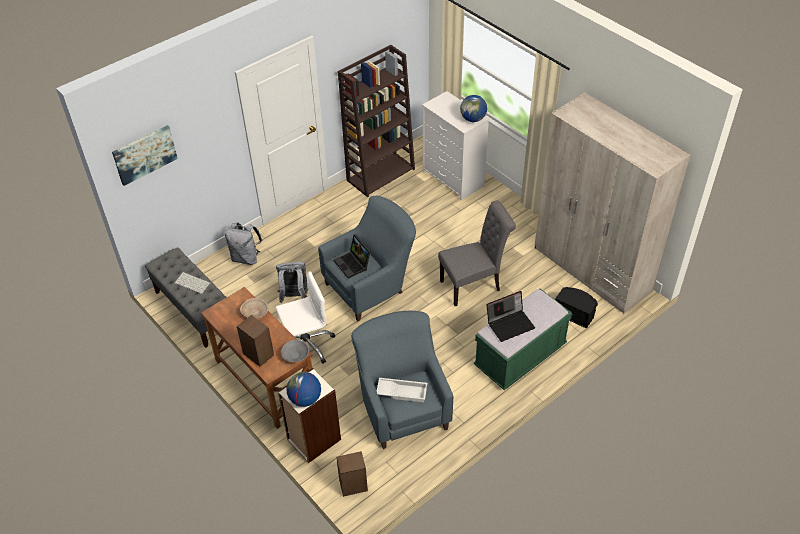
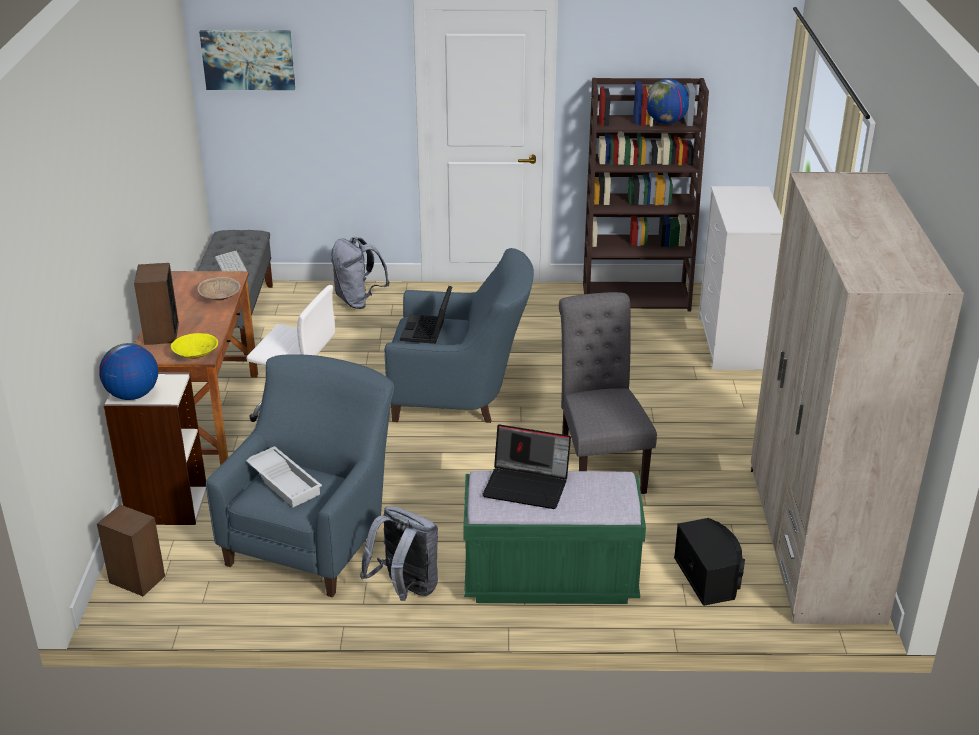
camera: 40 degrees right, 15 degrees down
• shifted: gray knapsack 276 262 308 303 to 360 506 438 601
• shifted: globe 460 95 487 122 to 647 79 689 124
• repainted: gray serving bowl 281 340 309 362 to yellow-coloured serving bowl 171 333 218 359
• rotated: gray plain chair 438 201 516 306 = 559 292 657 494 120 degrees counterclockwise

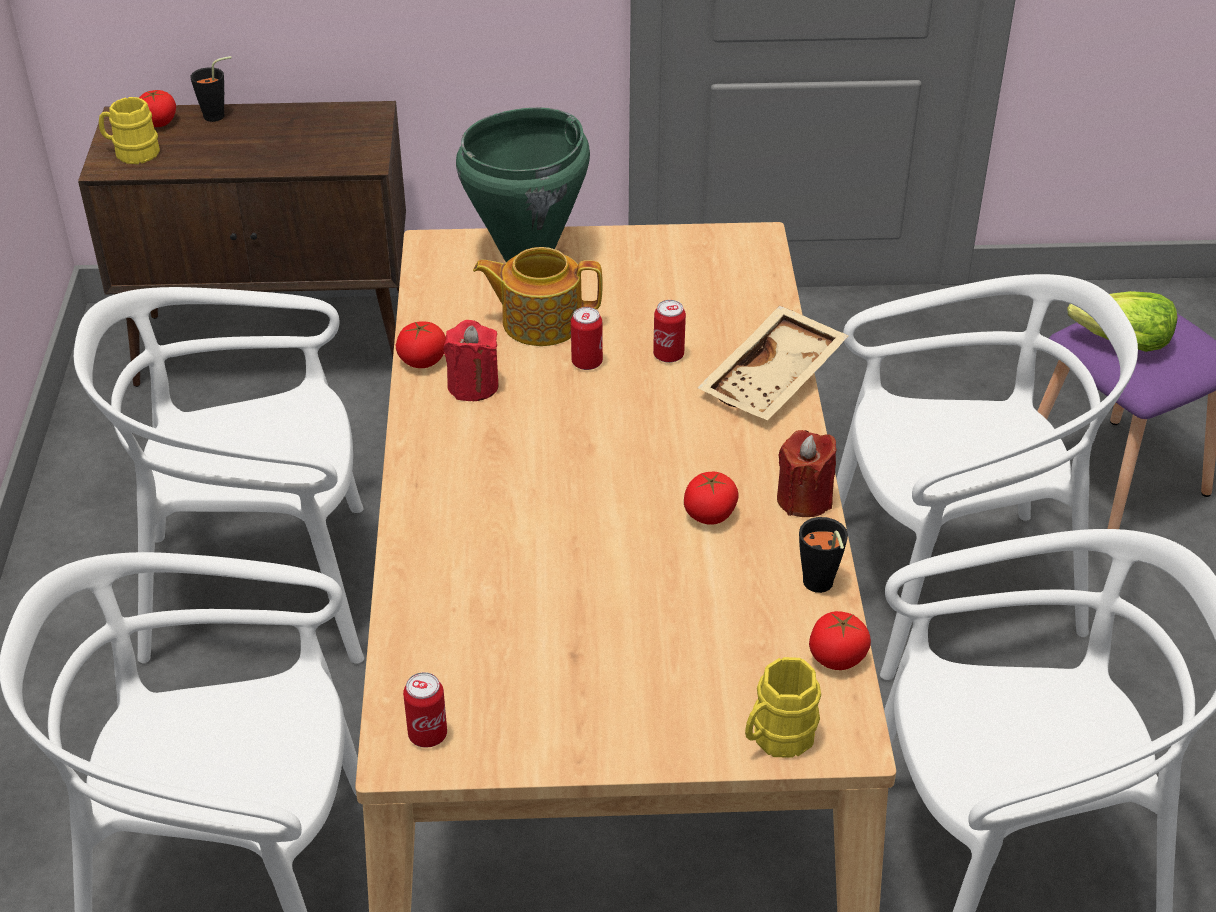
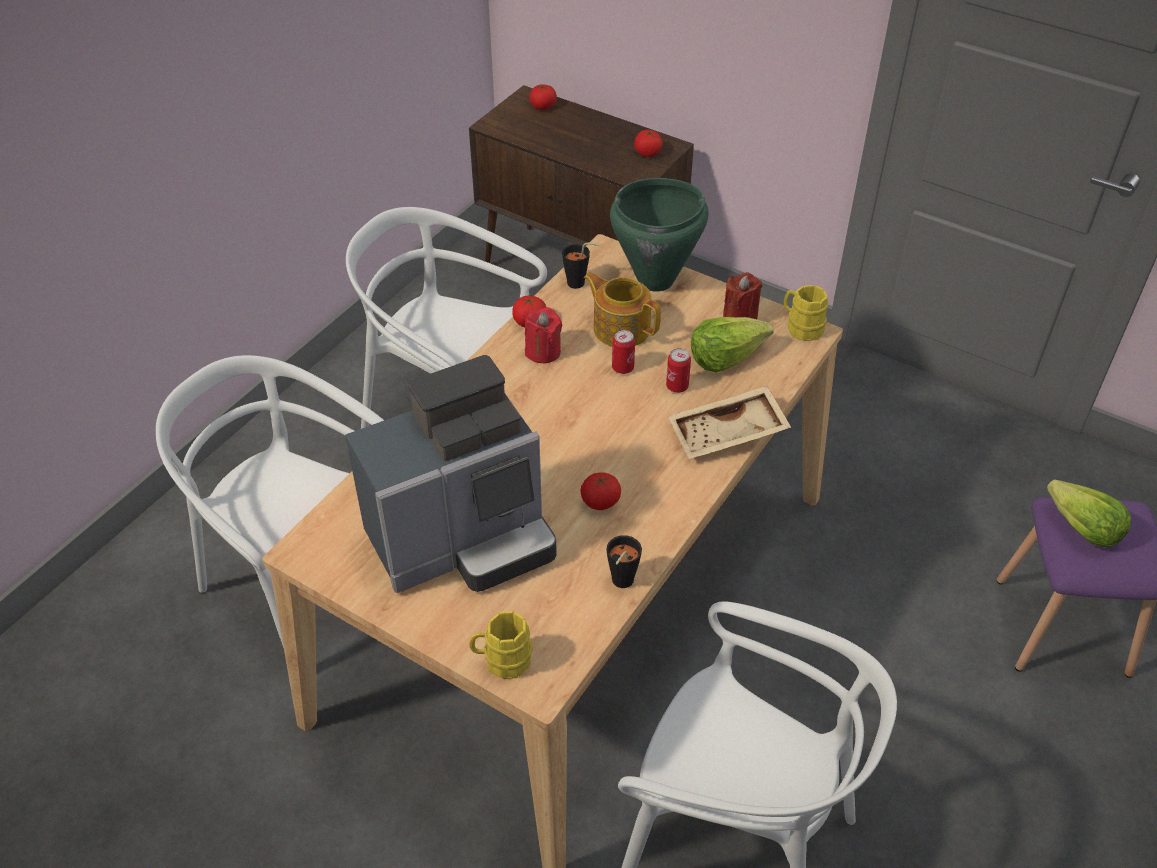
camera: 35 degrees right, 5 degrees up
• gone: sealed can 403 672 447 748
• gone: white plain chair 836 274 1138 680
• new: coffee maker 345 355 557 593
• new: lettuce 691 317 774 372
• shifted: yellow-coloured coffee mug 99 97 160 164 to 784 285 828 341
• shifted: black-coloured drinking cup 190 56 232 122 to 562 243 600 289
• shifted: red-coloured candle 777 430 836 517 to 723 272 762 319
• shifted: tomato 809 611 871 670 to 634 129 663 157

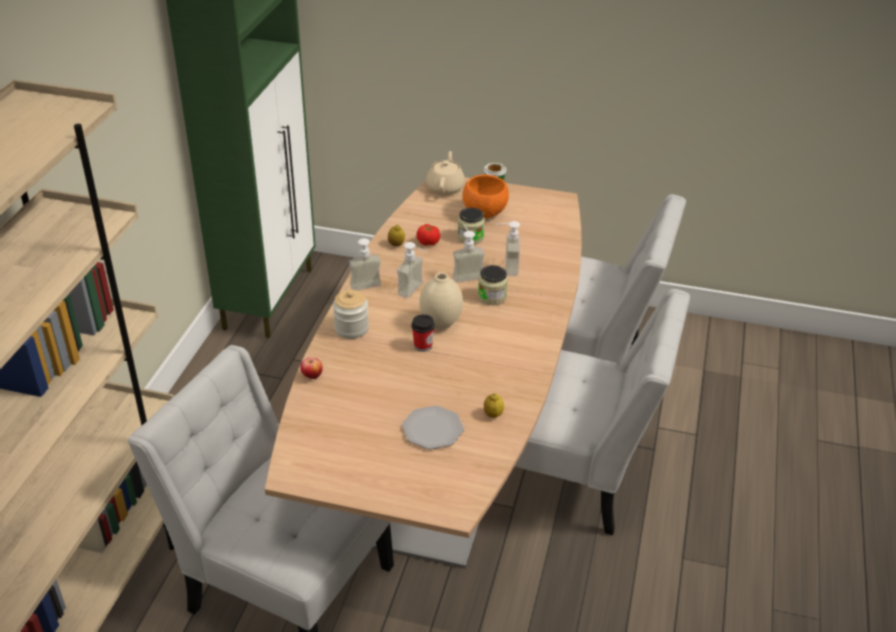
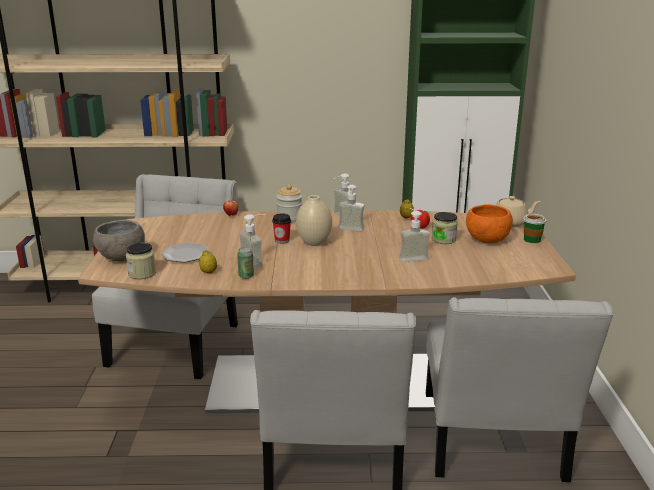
camera: 75 degrees right, 15 degrees down
• new: gray serving bowl 93 220 145 262
• new: sealed can 237 247 254 279
• shifted: soap dispenser 453 224 485 283 to 239 214 266 269
• shifted: jar 478 265 508 305 to 126 243 156 279

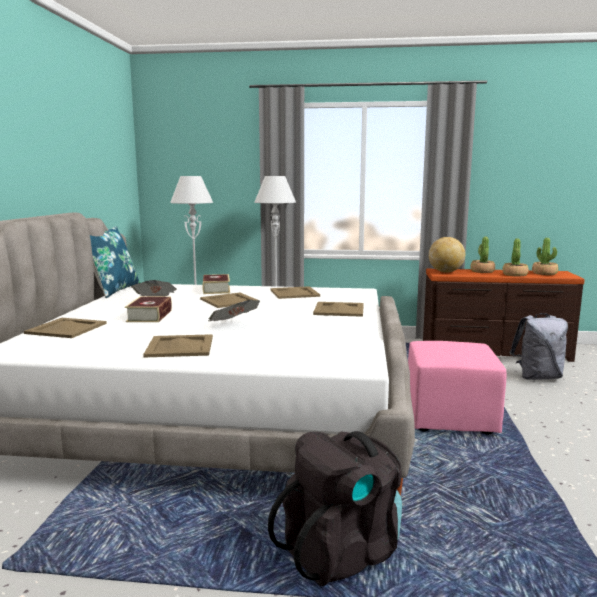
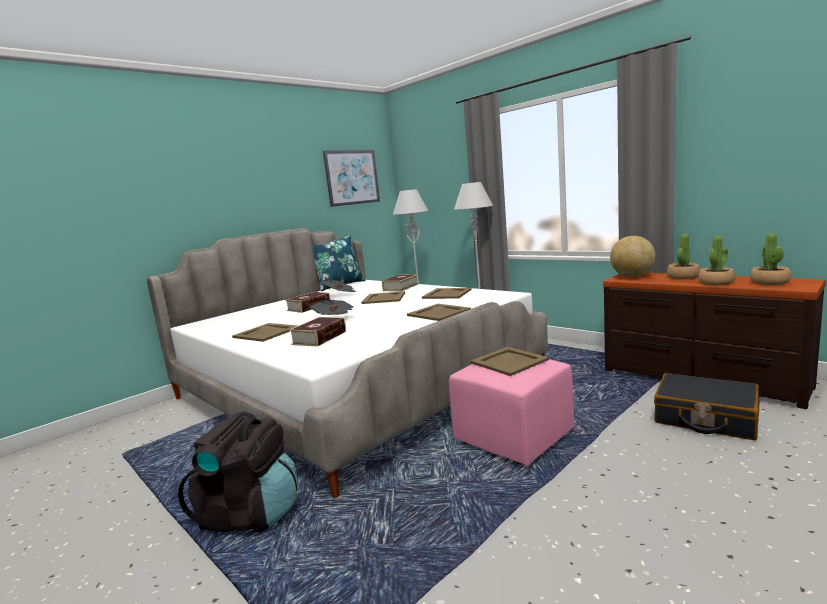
camera: 40 degrees right, 0 degrees up
• new: volume 289 317 346 347
• new: wall picture 323 150 380 207
• shifted: beige carrying tray 24 318 107 338 to 470 347 549 376
• swapped: gray knapsack 510 313 568 380 to black-coloured suitcase 654 373 759 440

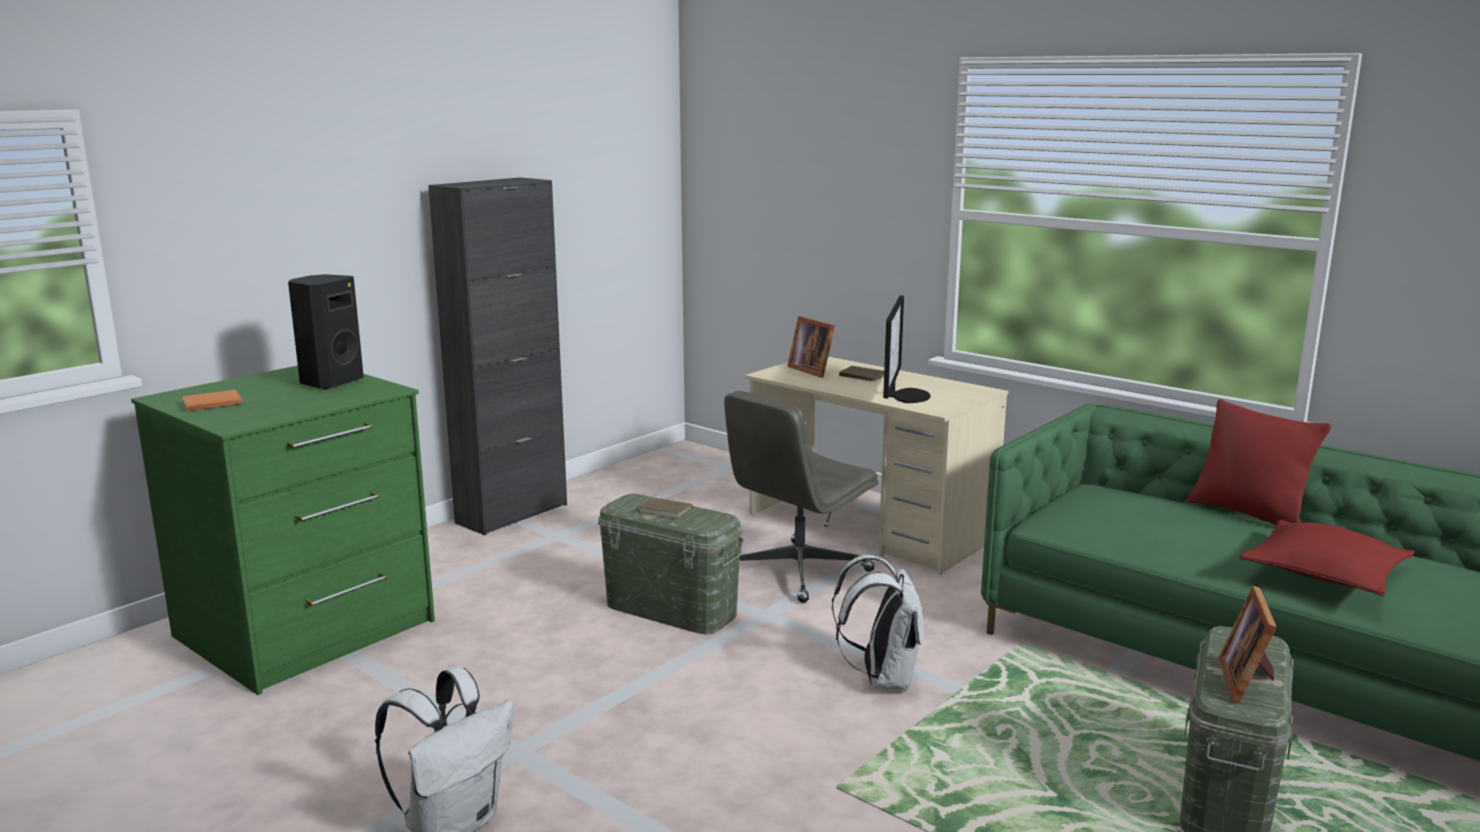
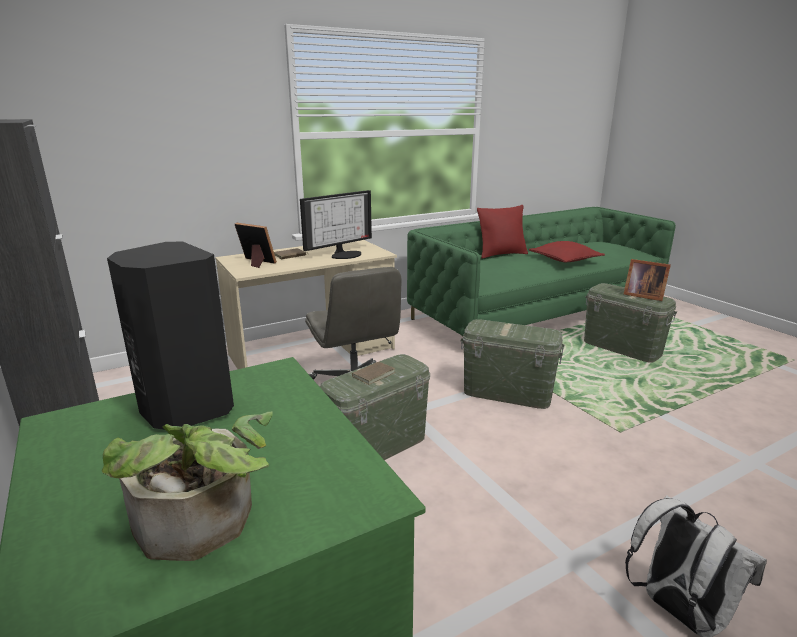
camera: 70 degrees left, 5 degrees up
• swapped: orangey volume 182 390 244 411 to plant in a pot 102 412 272 561
• swapped: white knapsack 832 555 924 691 to green-coloured storage box 461 319 565 409
• rotated: picture frame 787 316 835 378 = 235 223 277 268 135 degrees counterclockwise
• rotated: computer screen 883 296 931 403 = 300 190 372 259 105 degrees clockwise

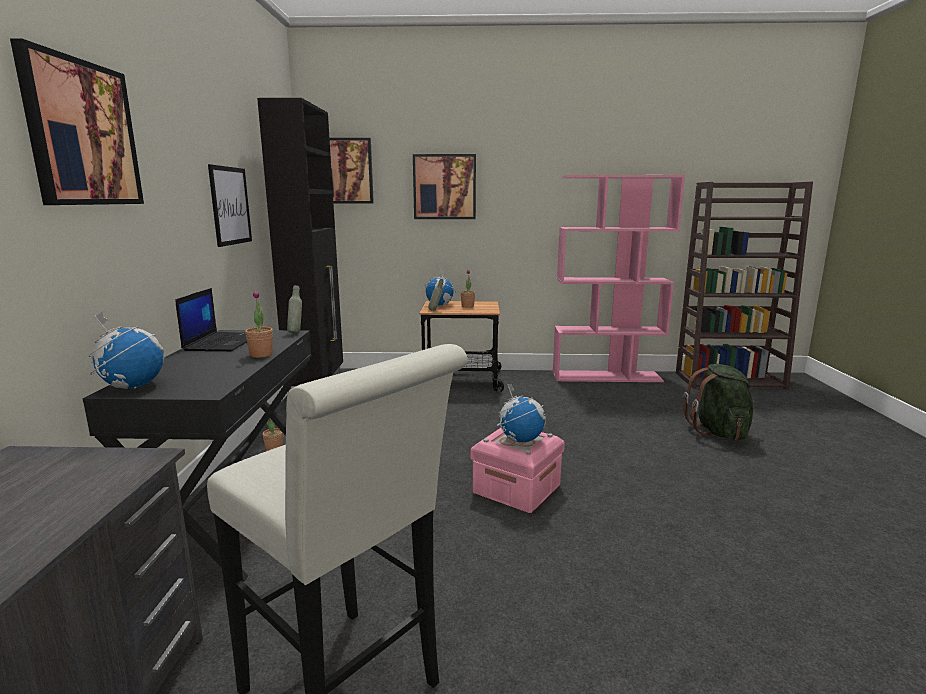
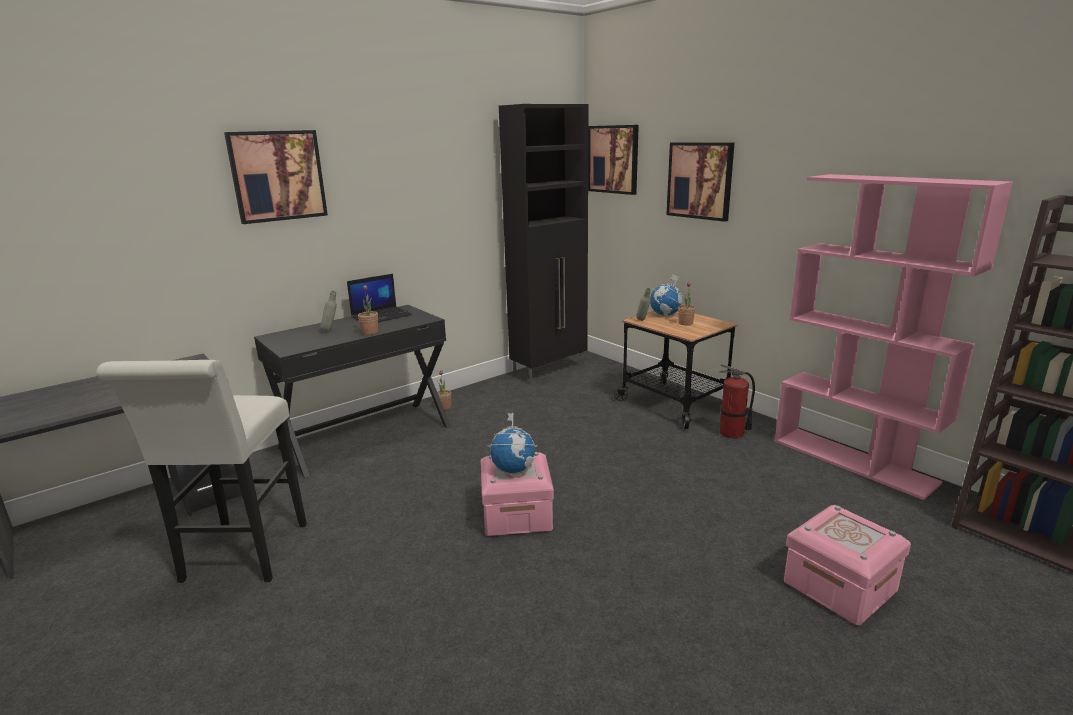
camera: 50 degrees right, 5 degrees up
• gone: globe 89 312 164 389
• gone: wall picture 208 164 252 247
• new: extinguisher 719 364 755 439
• shifted: gray bottle 287 285 302 333 to 320 291 337 331
• swapped: green-coloured knapsack 683 364 755 440 to pink storage box 784 505 911 625

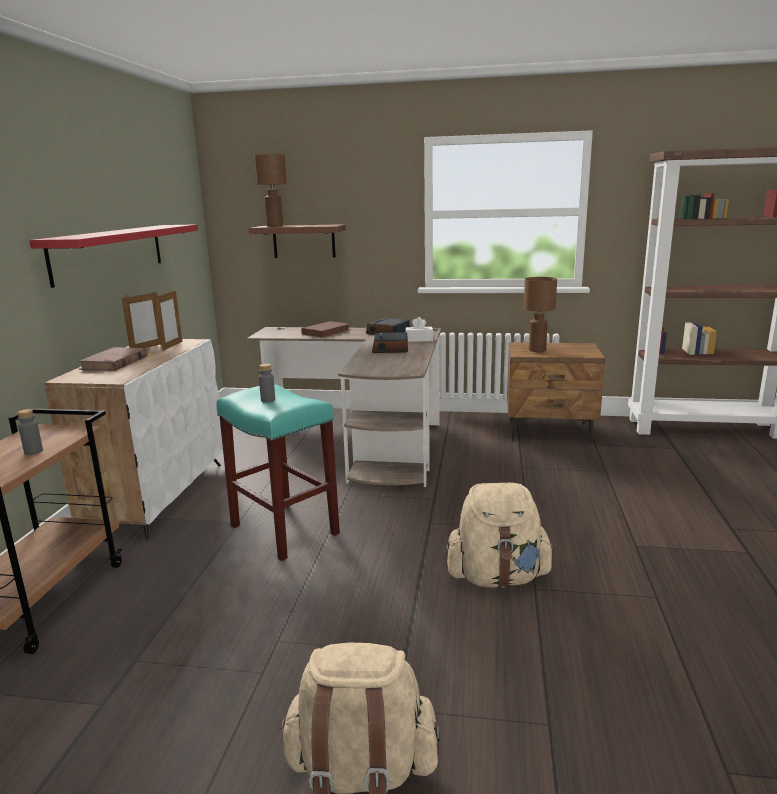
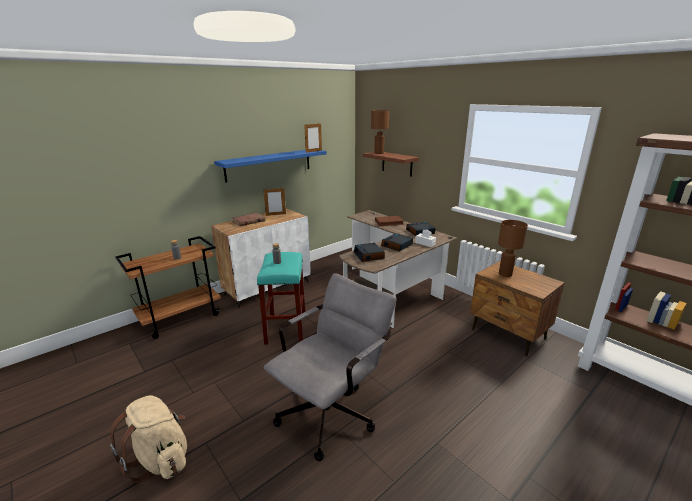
camera: 40 degrees right, 5 degrees up
• new: bedside clock 354 243 385 262
• shifted: picture frame 155 291 182 351 to 304 124 322 153
• swapped: beige knapsack 445 483 555 588 to gray computer chair 264 273 397 461
• repainted: red-coloured wall shelf 29 224 198 288 to blue-coloured wall shelf 214 150 327 183

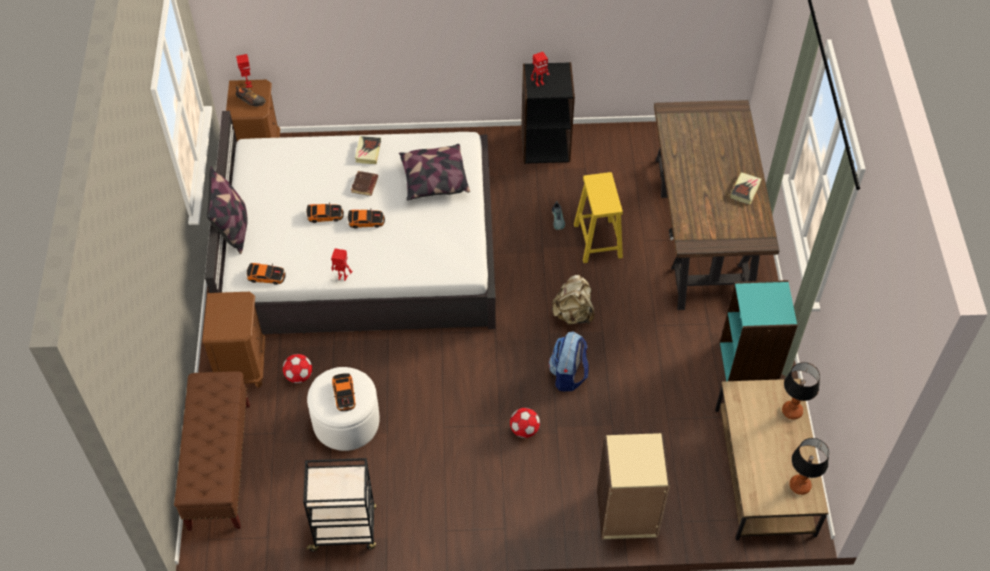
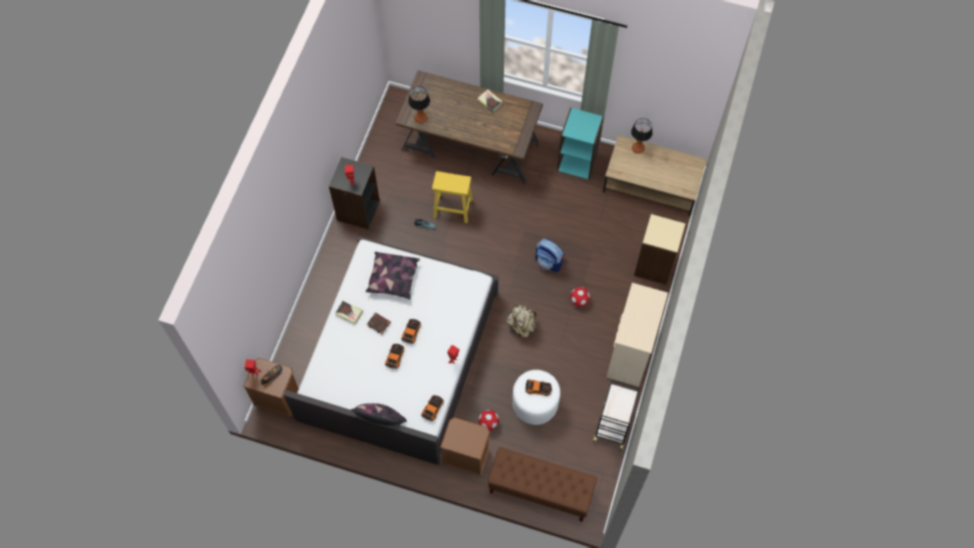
camera: 70 degrees left, 10 degrees up
• new: beige drawer chest 607 283 668 387
• shifted: beige knapsack 552 274 594 325 to 506 305 536 337
• shifted: tabletop lamp 789 438 829 495 to 408 86 430 123

